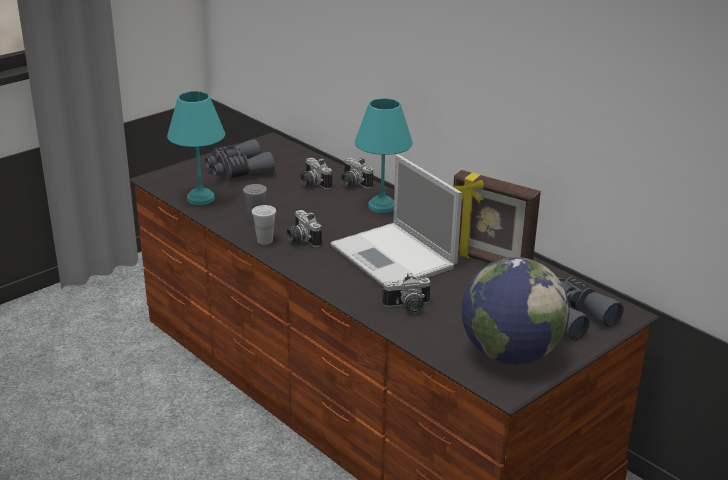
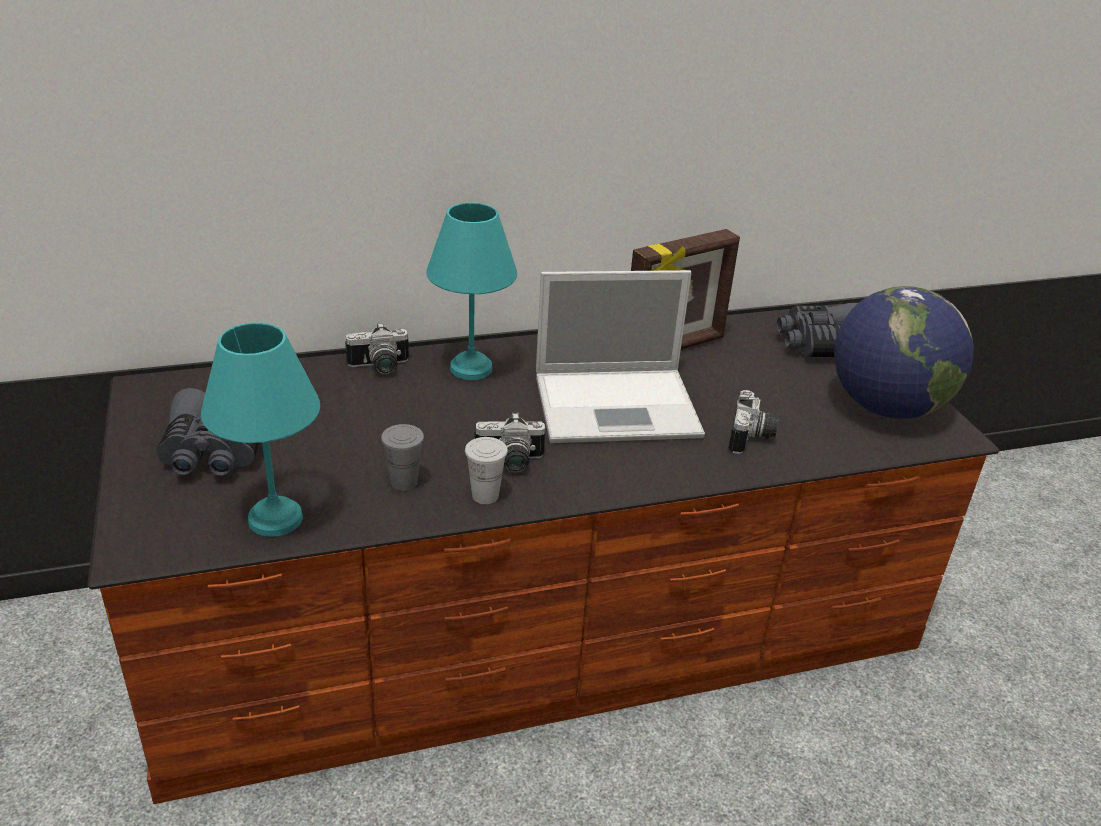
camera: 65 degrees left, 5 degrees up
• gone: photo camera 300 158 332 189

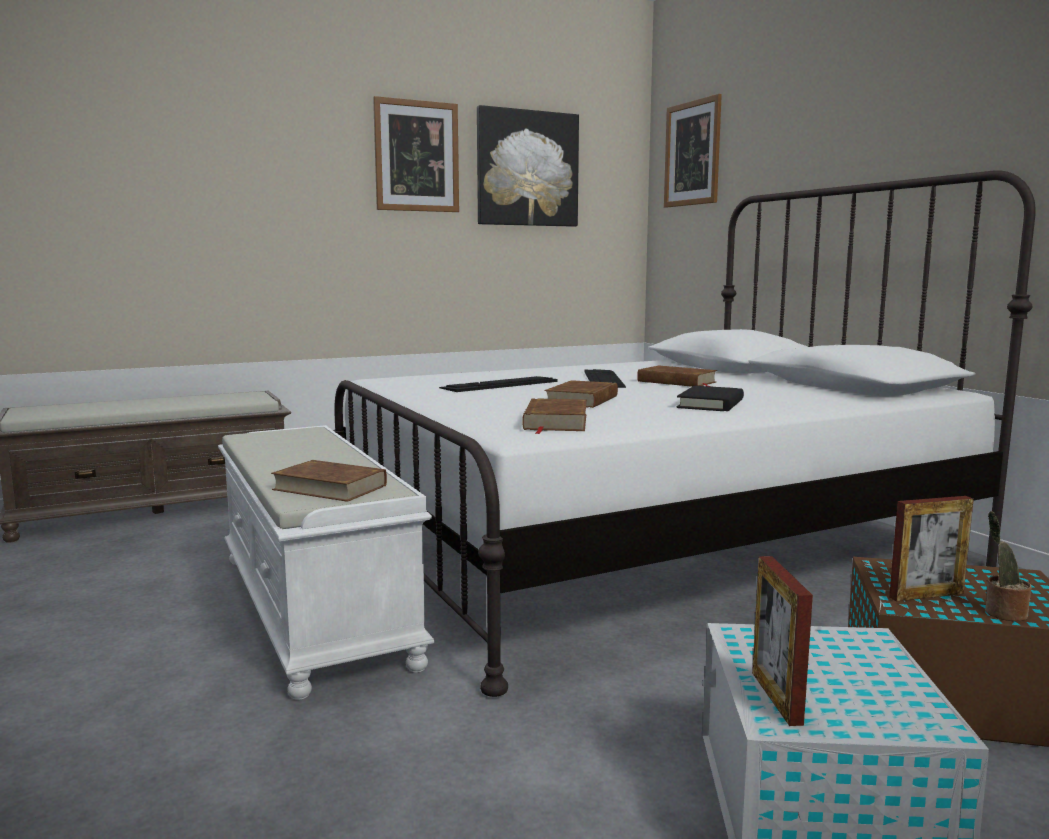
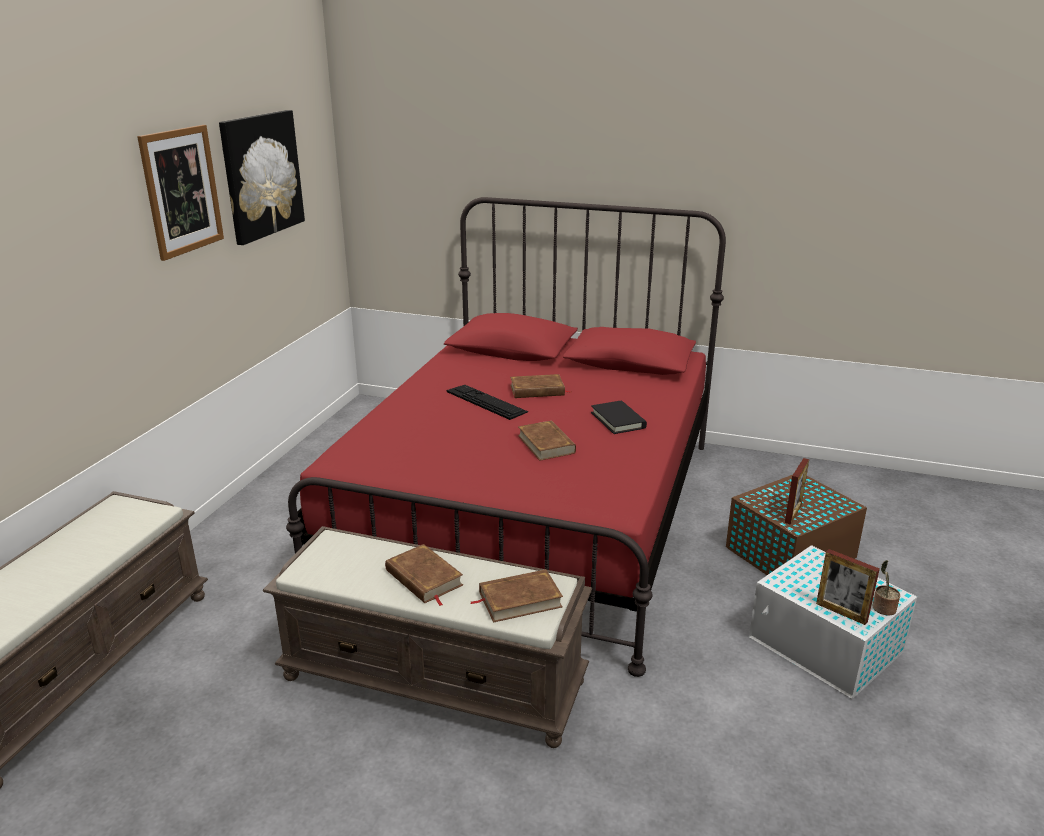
camera: 45 degrees left, 15 degrees up
• gone: keyboard 439 376 558 392
• gone: wall picture 664 94 722 208
• shifted: brown-coloured volume 522 398 587 434 to 385 544 463 606
• shifted: plant in a pot 985 511 1031 622 to 873 560 900 616
• repainted: white long seat 218 425 435 700 to brown-coloured long seat 263 526 592 748
• repainted: white bedroom bed 333 170 1036 697 to red-coloured bedroom bed 286 197 726 677

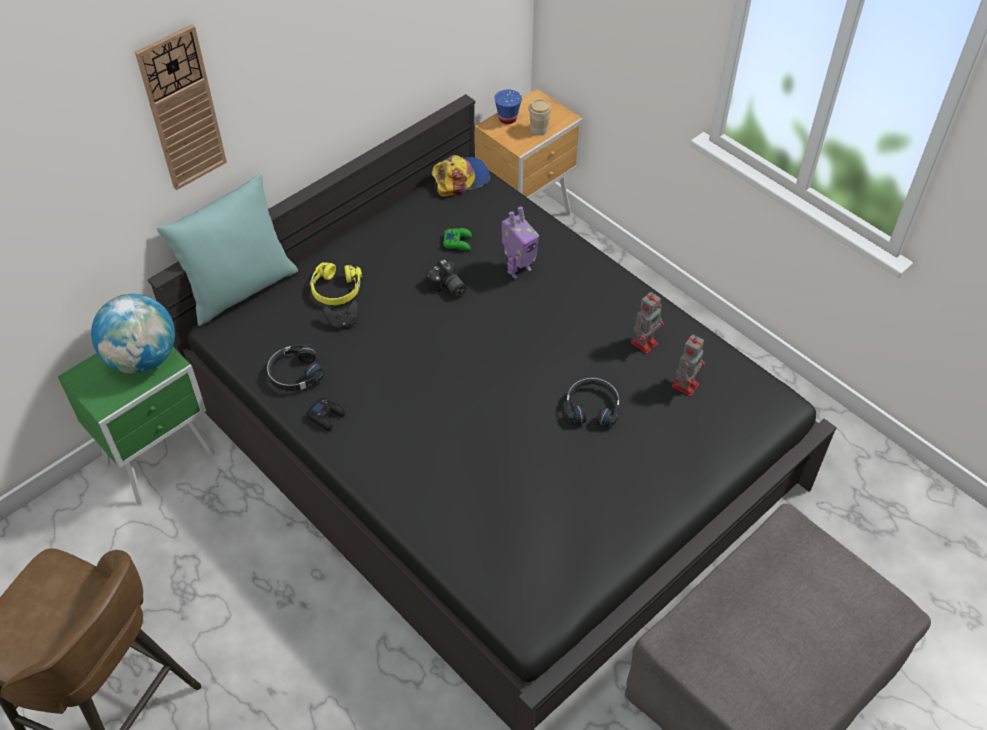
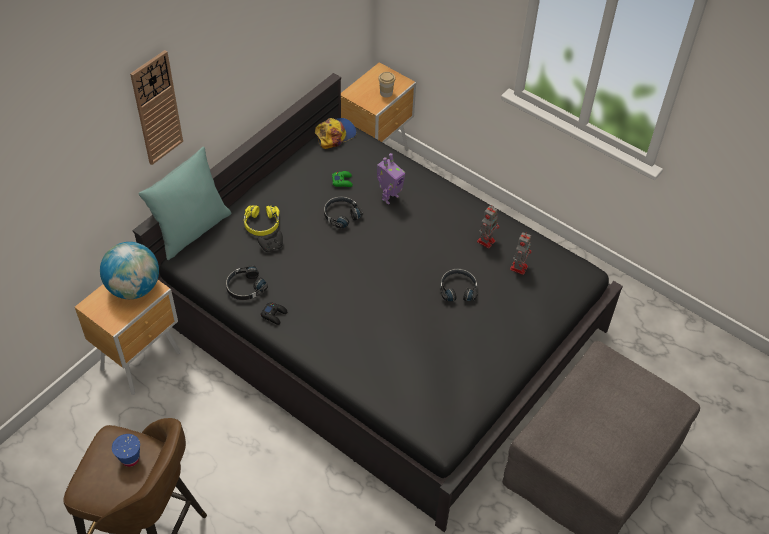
camera: 10 degrees left, 0 degrees up
• shifted: blue-coloured drinking cup 494 89 522 124 to 112 434 140 467
• swapped: photo camera 426 259 467 297 to black-coloured headphones 324 196 363 229
• repainted: green-coloured night table 58 347 215 504 to brown-coloured night table 75 280 181 395

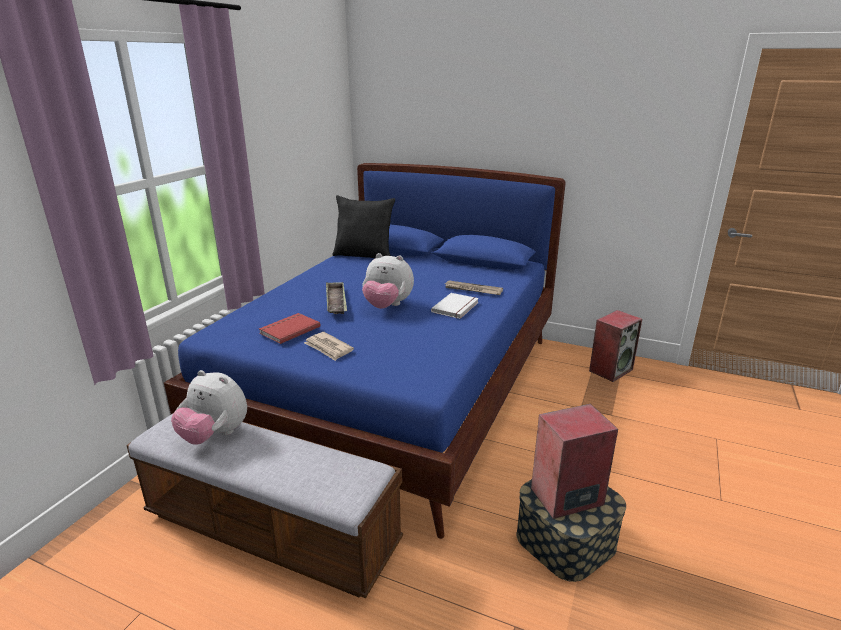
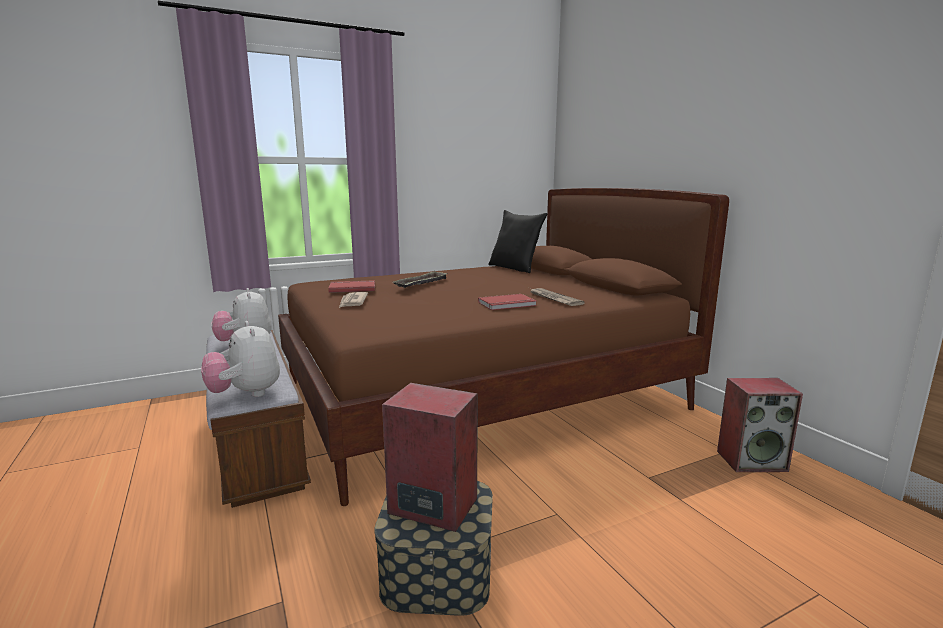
camera: 40 degrees right, 10 degrees down
• shifted: cuddly toy 362 253 414 309 to 201 321 280 397
• repainted: blue-coloured bedroom bed 164 163 566 539 to brown-coloured bedroom bed 278 188 729 506
• repainted: white volume 431 293 479 319 to red-coloured volume 478 294 537 310

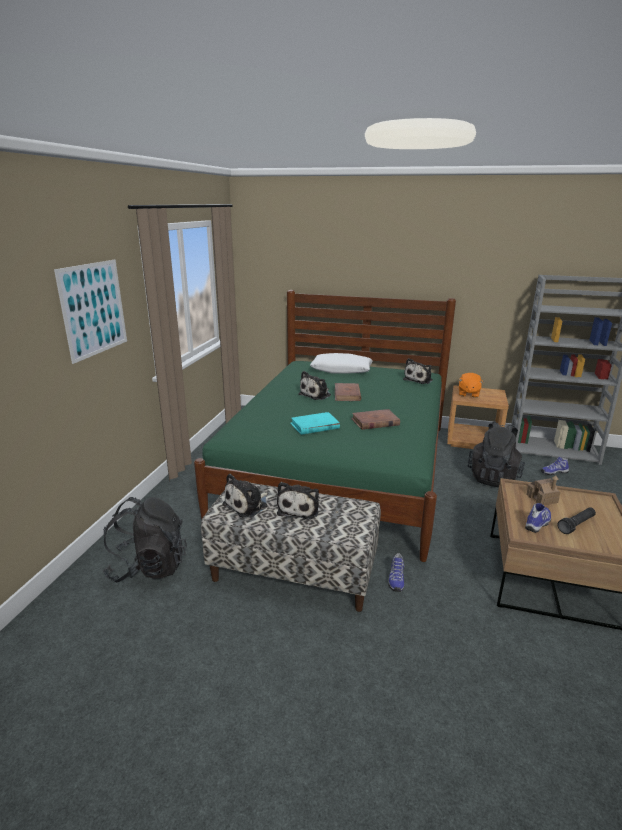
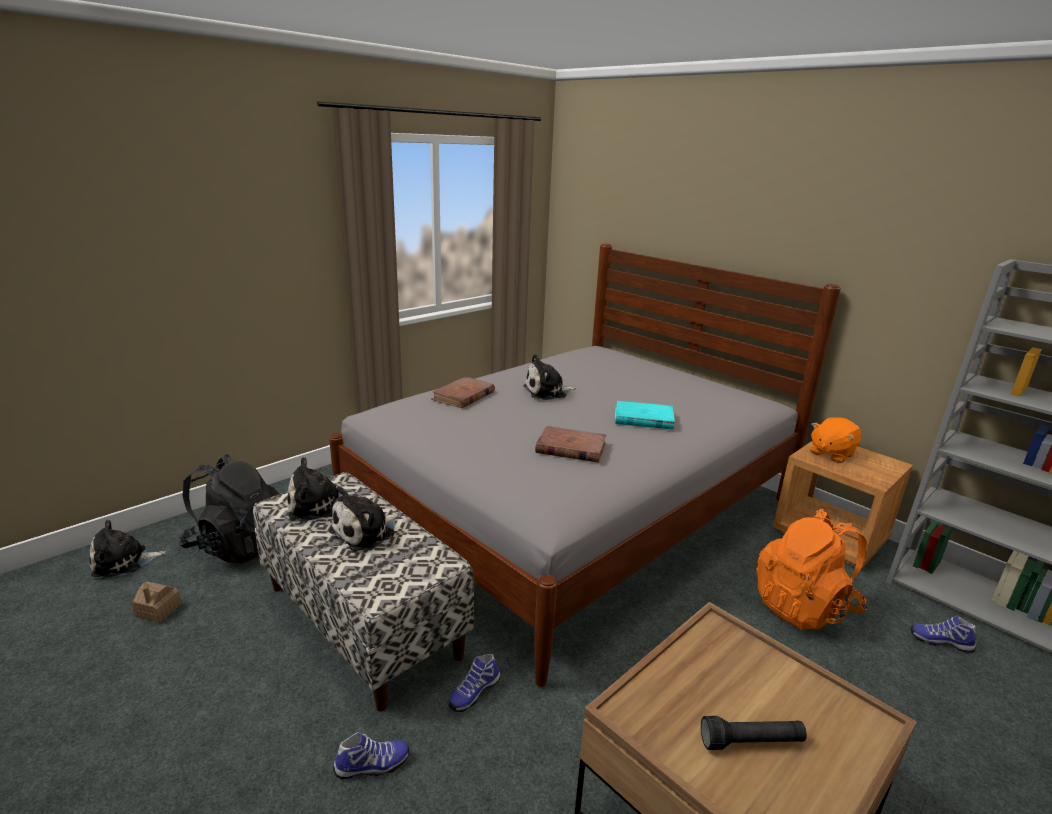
camera: 30 degrees right, 0 degrees up
• gone: wall picture 54 259 127 364
• gone: white throw pillow 310 353 373 374
• shifted: turquoise-coloured volume 291 412 340 435 to 615 401 675 430
• shifted: brown-coloured volume 335 383 361 401 to 432 376 495 408
• shifted: cuddly toy 403 358 433 384 to 90 520 166 579
• shifted: item of footwear 525 503 551 533 to 333 732 409 779
• shifted: toy house 526 475 560 505 to 131 582 182 623
• repainted: green-coloured bedroom bed 194 290 456 562 to gray bedroom bed 329 244 841 687
• repainted: black-coloured knapsack 468 421 525 487 to orangey knapsack 756 509 867 630

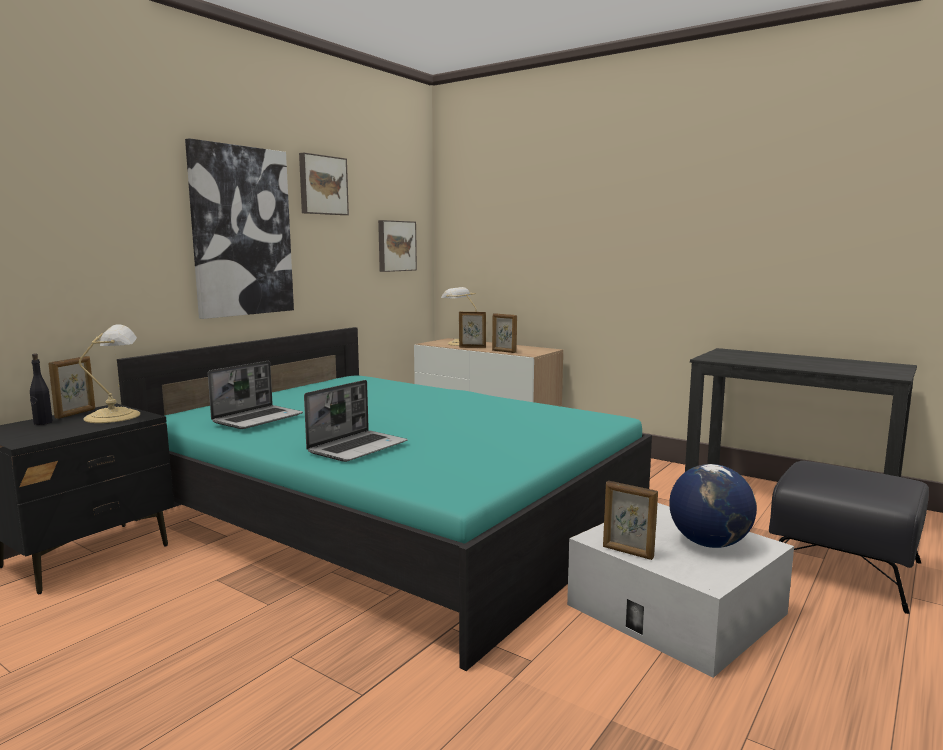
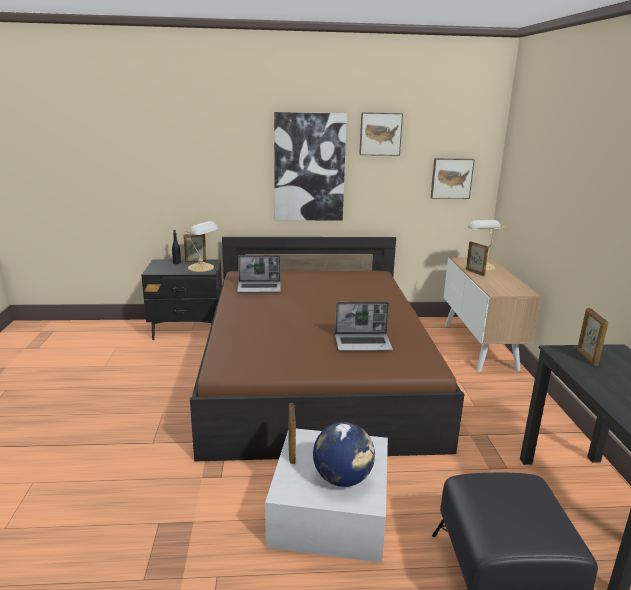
camera: 50 degrees right, 10 degrees up
• shifted: portable computer 304 380 407 462 to 335 302 393 351
• shifted: picture frame 492 313 517 353 to 577 308 608 366
• repainted: turquoise-coloured bedroom bed 117 327 652 671 to brown-coloured bedroom bed 190 237 465 462

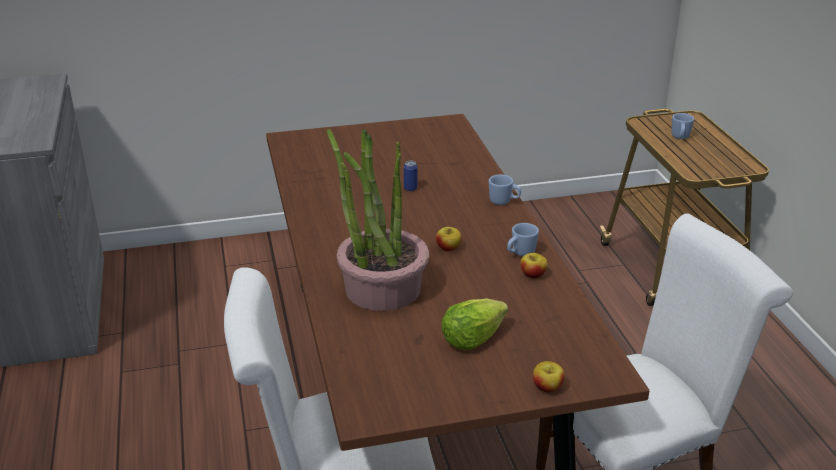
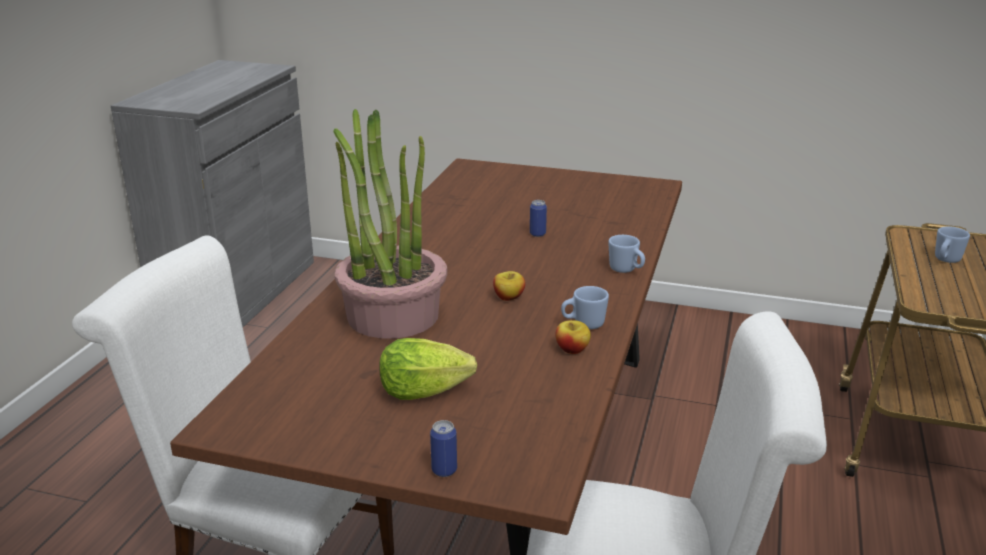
camera: 30 degrees right, 5 degrees down
• swapped: apple 533 361 565 393 to sealed can 430 420 457 477

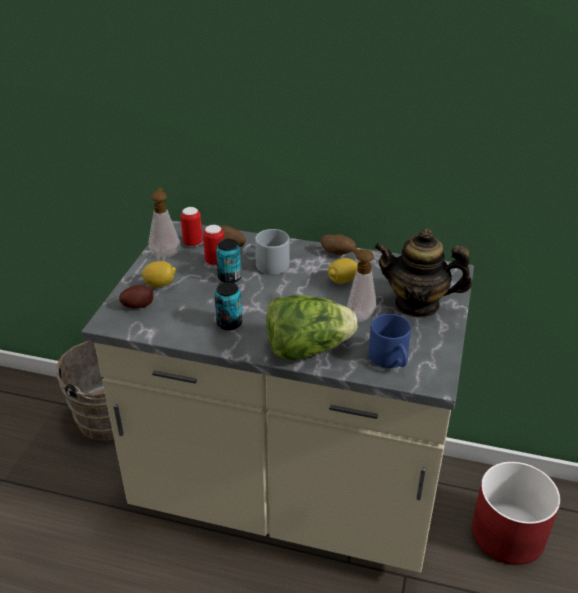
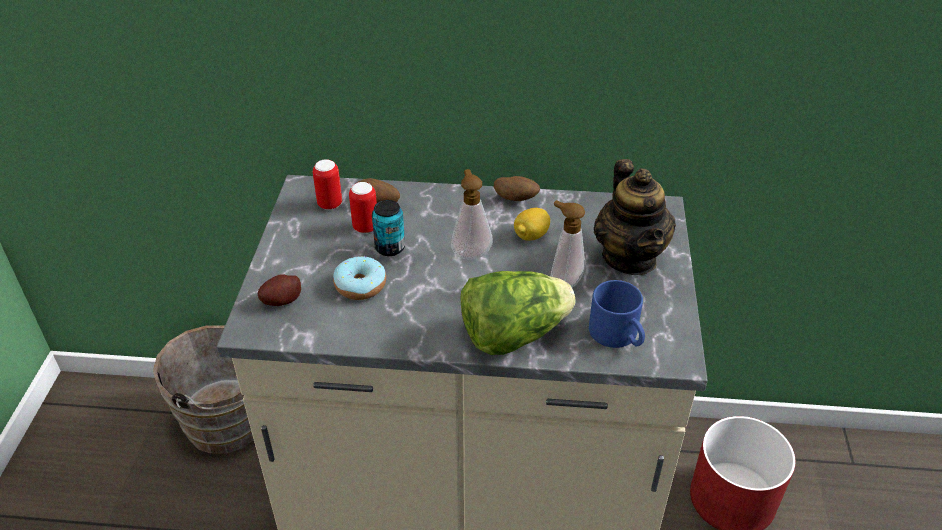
camera: 10 degrees left, 5 degrees up
• gone: citrus fruit 142 261 176 287
• gone: sealed can 214 282 242 330
• gone: gray coffee mug 242 229 290 275
• new: ring doughnut 333 256 386 300
• shifted: soap dispenser 149 188 181 258 to 451 169 492 259
• rotated: teapot 374 228 472 318 = 594 159 676 275 105 degrees counterclockwise

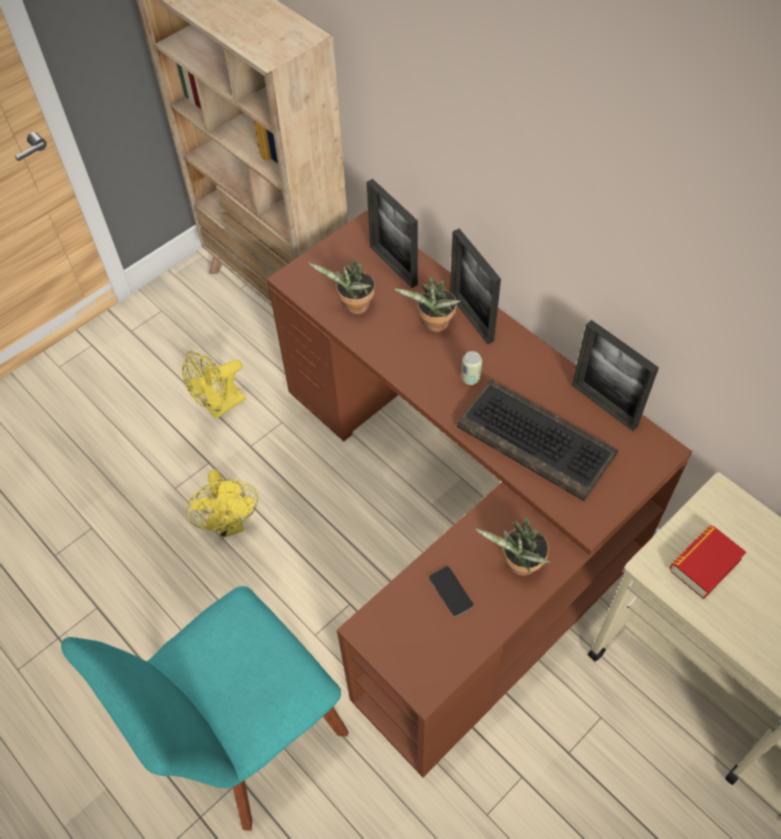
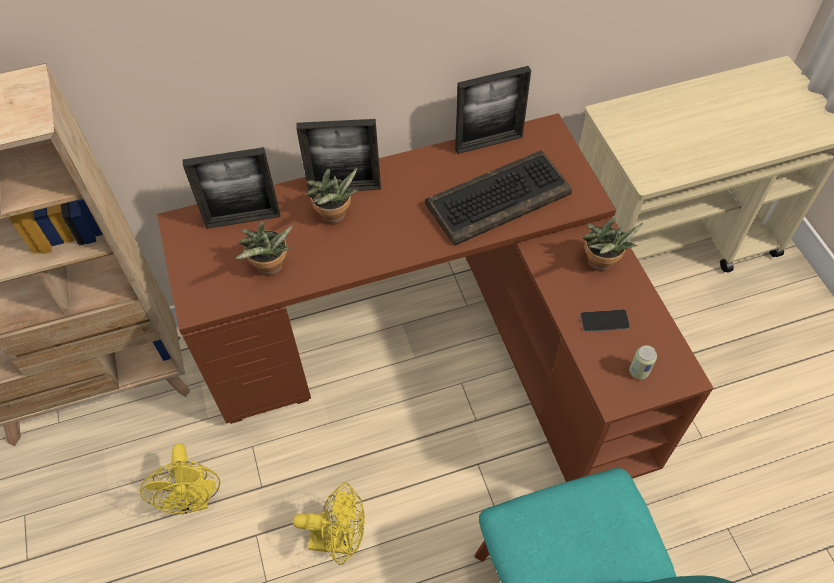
camera: 65 degrees left, 0 degrees up
• gone: volume 669 525 747 599
• shifted: sealed can 461 351 482 385 to 629 345 657 380

